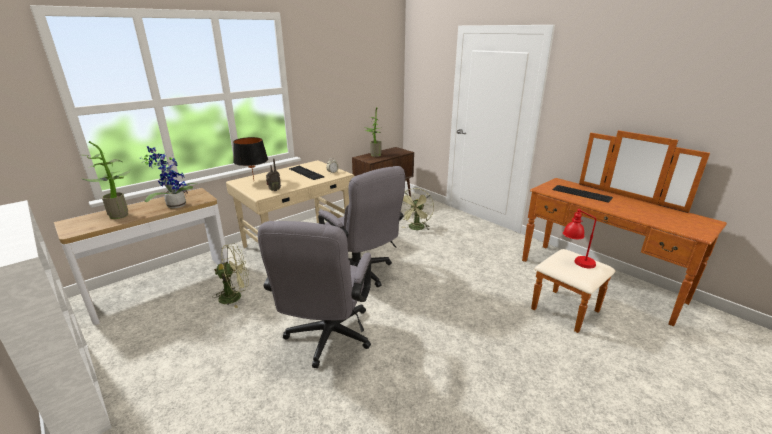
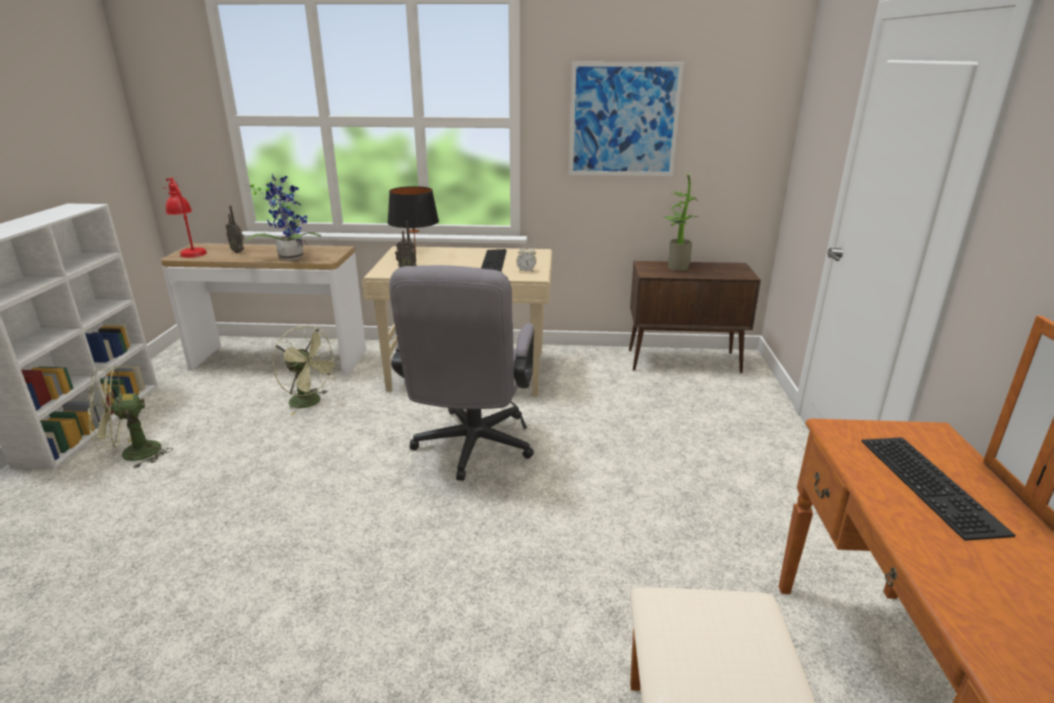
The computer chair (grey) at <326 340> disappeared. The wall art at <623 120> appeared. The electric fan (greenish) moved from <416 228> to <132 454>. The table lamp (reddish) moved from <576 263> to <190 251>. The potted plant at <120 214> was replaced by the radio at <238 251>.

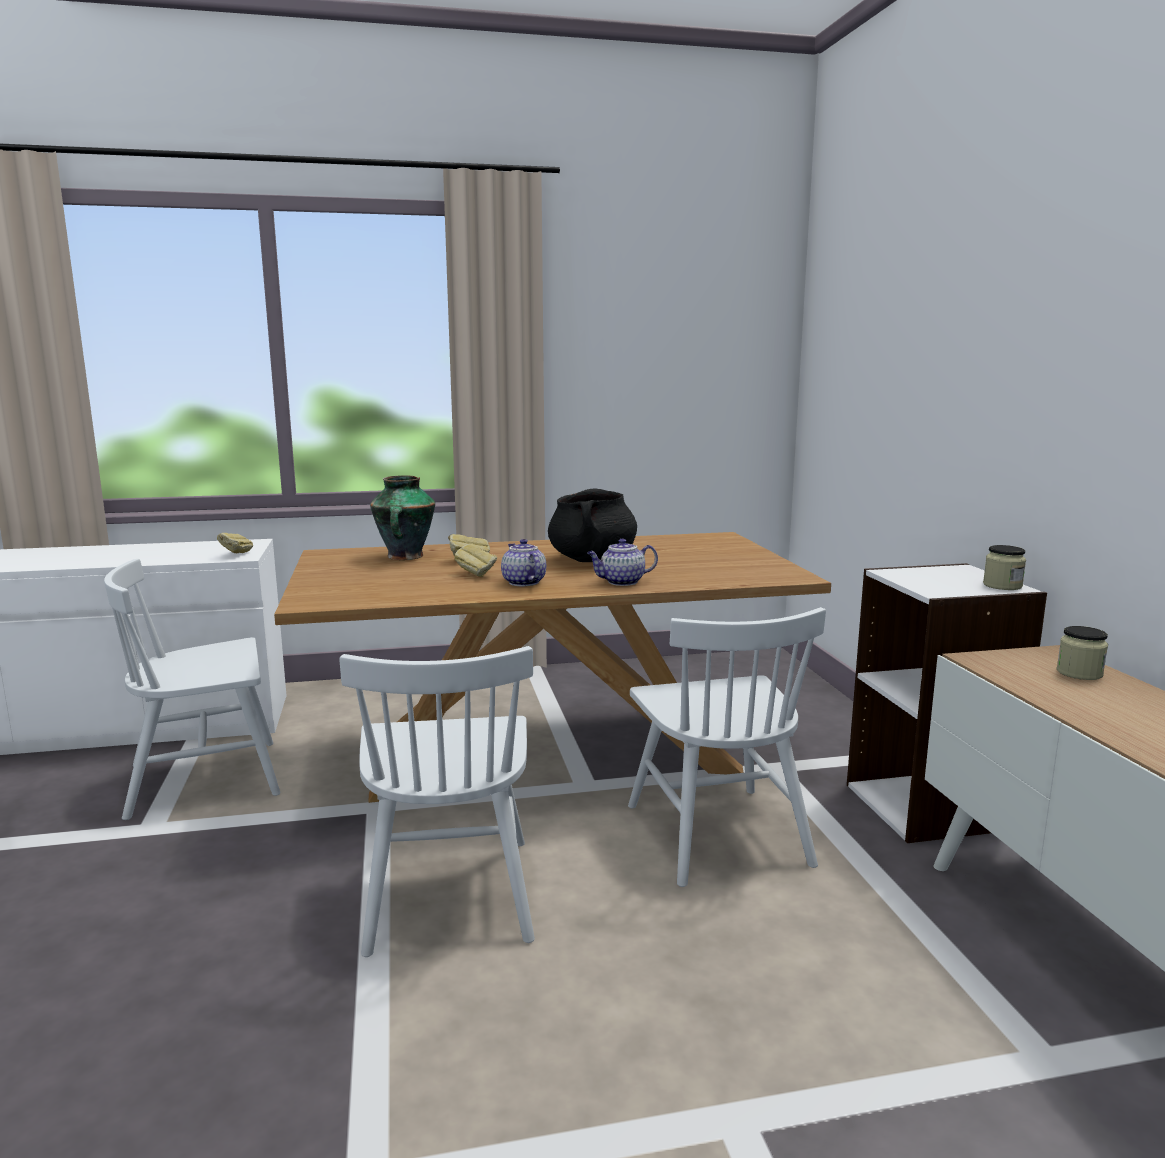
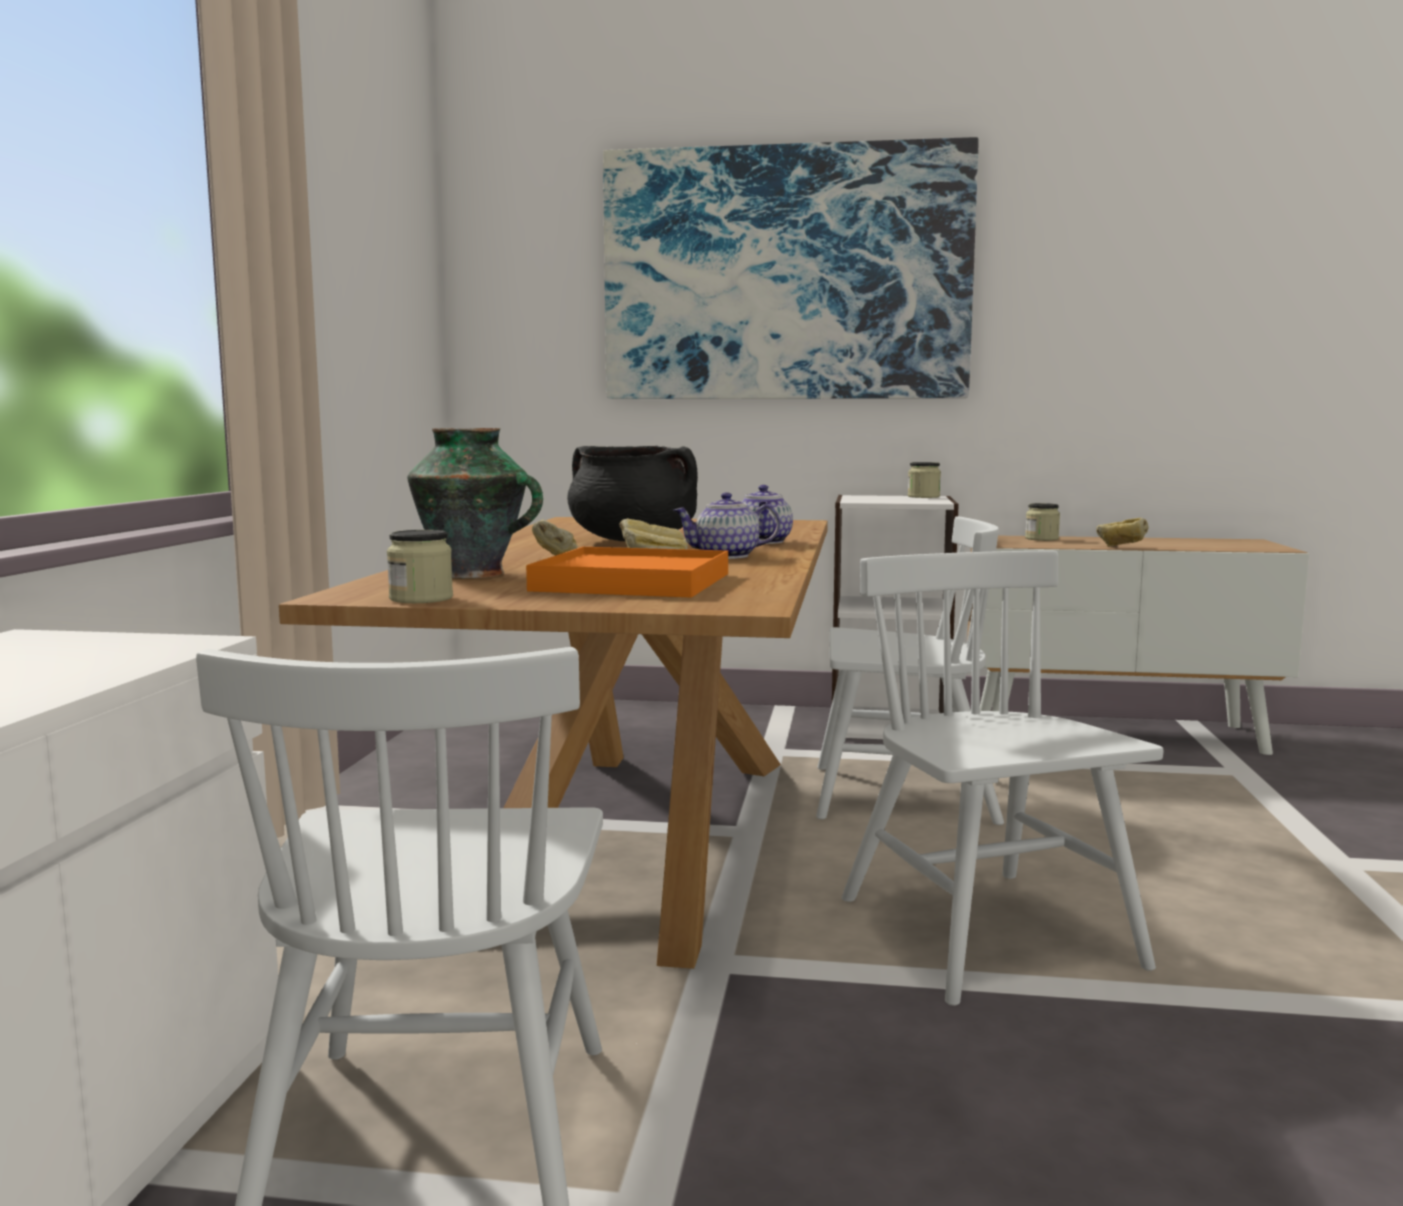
The storage jar at <421 598> appeared. The tray (orange-coloured) at <633 582> appeared. The wall art at <785 275> appeared. The bakery bread moved from <236 555> to <1121 547>. The upright chair (white) at <449 893> turned 120 degrees counterclockwise.

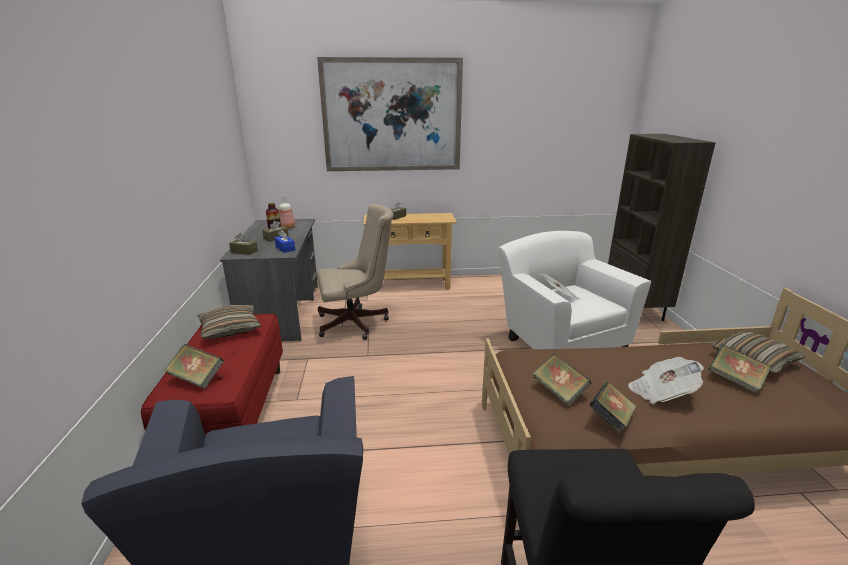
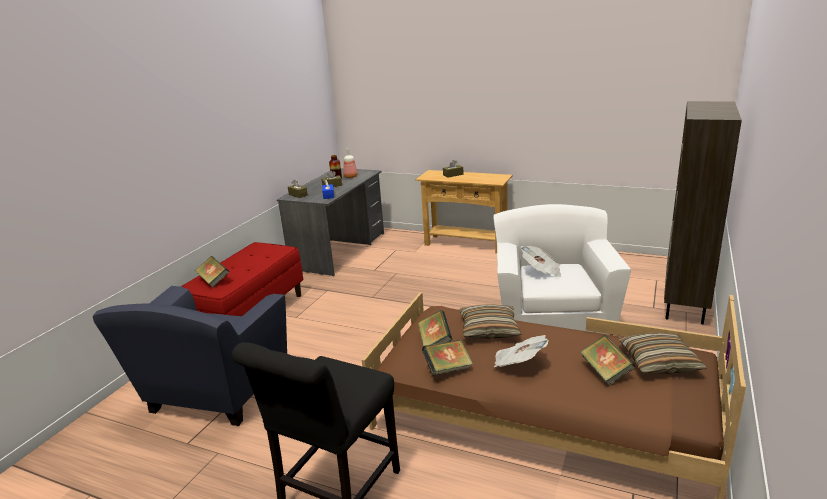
The wall art at <392 116> disappeared. The computer chair (beige-coloured) at <357 323> disappeared. The pillow moved from <230 328> to <489 329>.

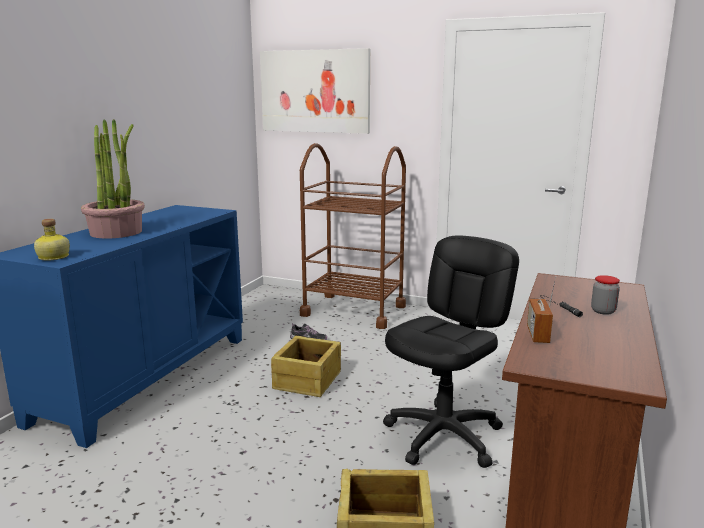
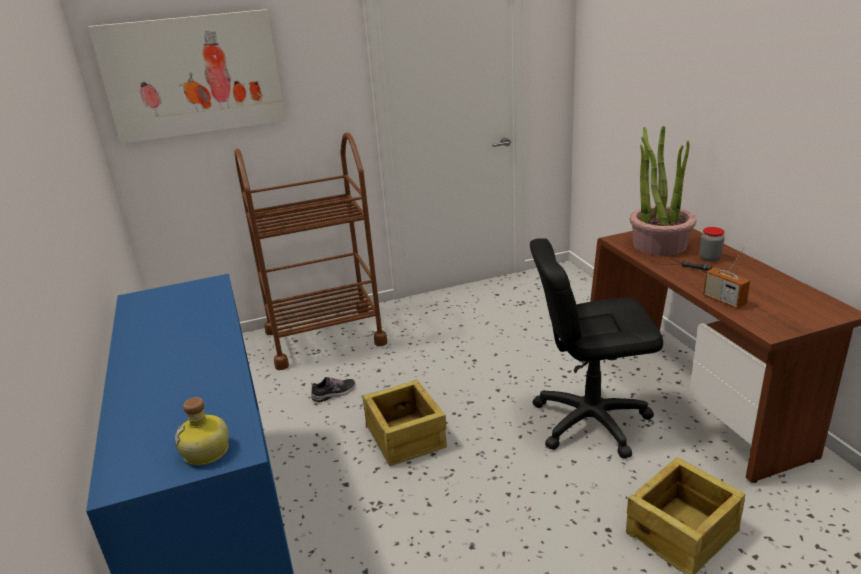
The potted plant moved from <116 232> to <659 244>. The computer chair (blackish) at <444 436> turned 90 degrees counterclockwise.

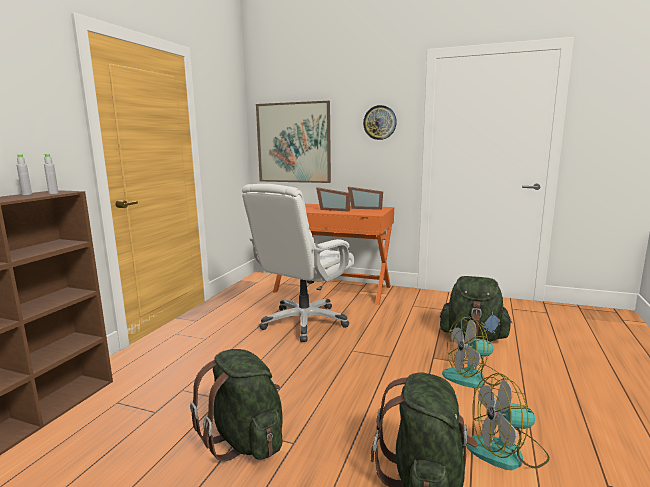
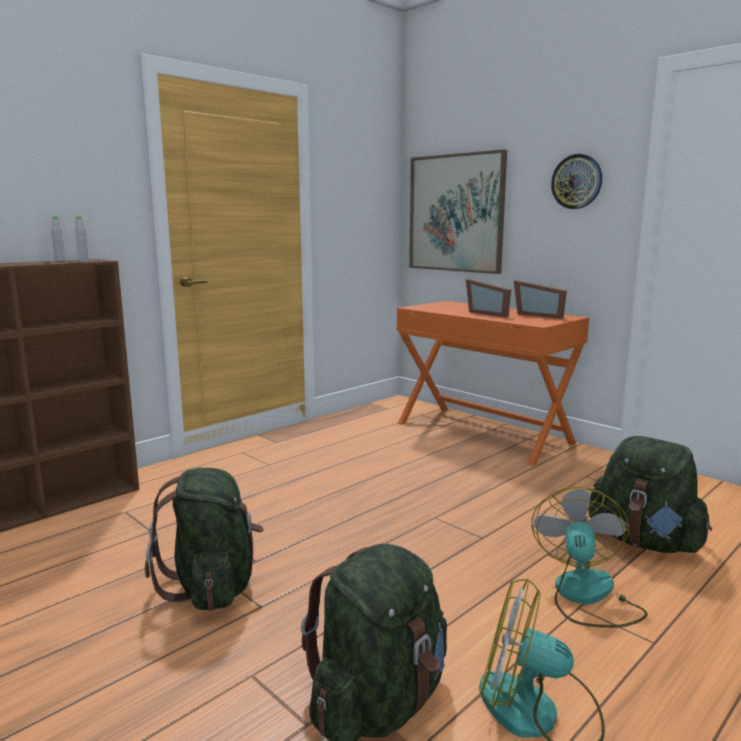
The computer chair (white) at <304 322> disappeared. The electric fan at <473 377> turned 90 degrees clockwise.

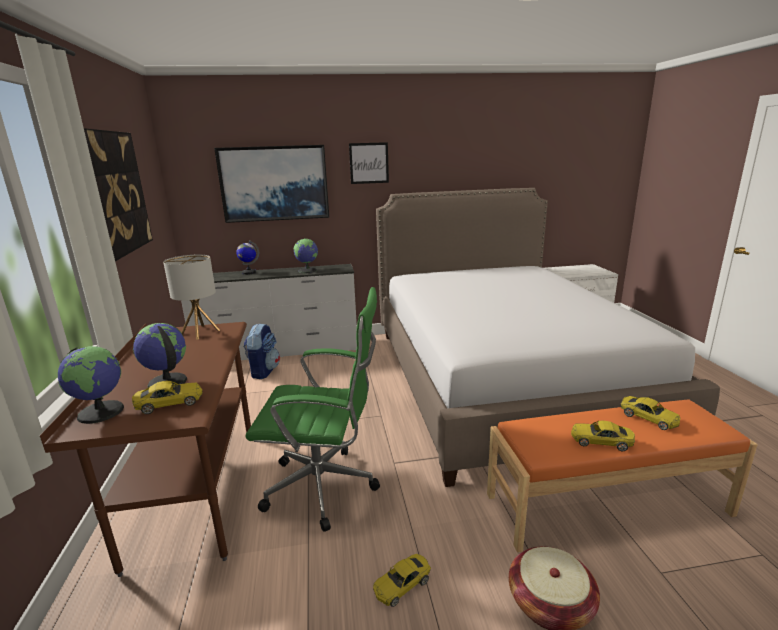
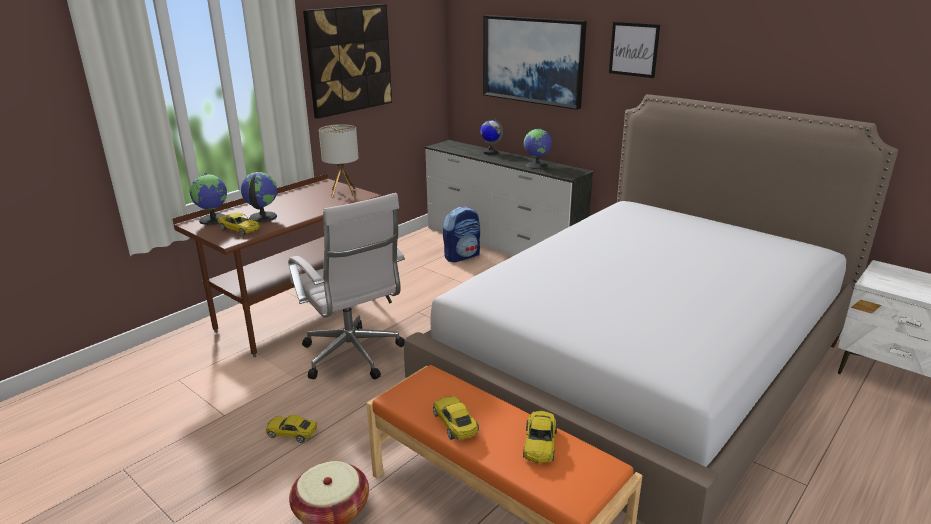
The computer chair (greenish) at <326 487> became the computer chair (white) at <354 357>.

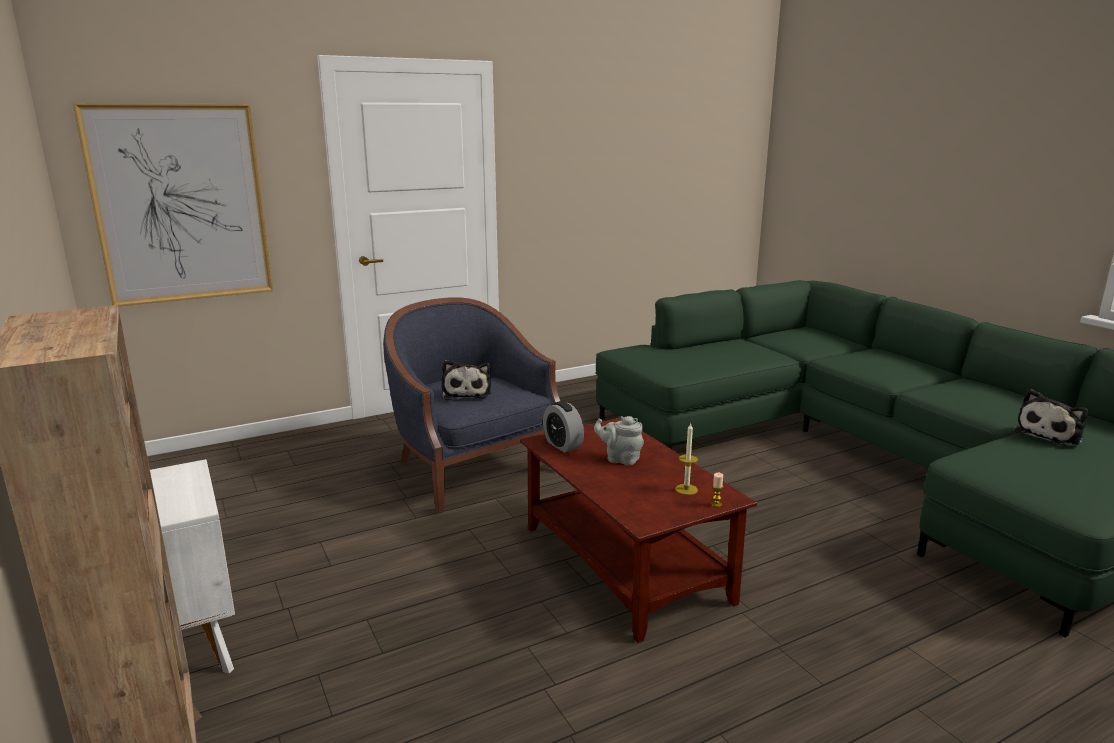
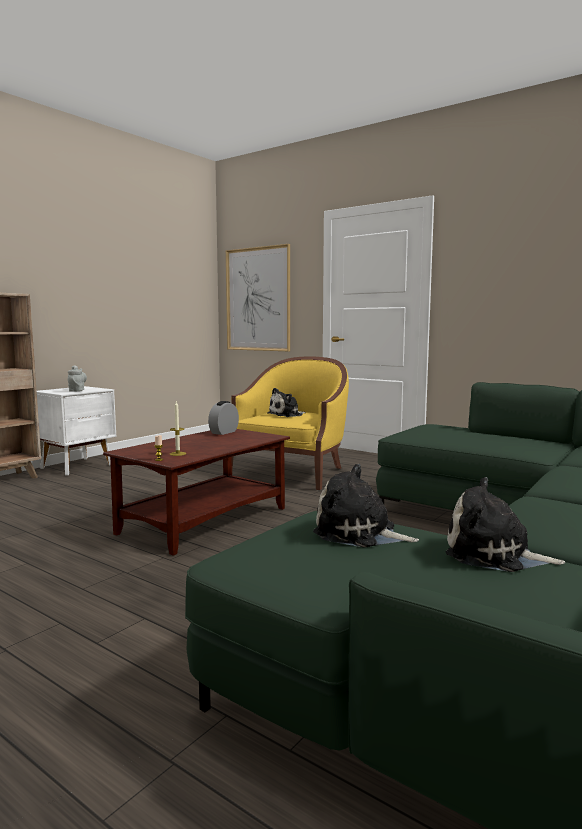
The cuddly toy at <359 533> appeared. The pot for tea (grey) moved from <620 459> to <77 390>. The easy chair (bluish) at <473 469> became the easy chair (yellow) at <292 473>.

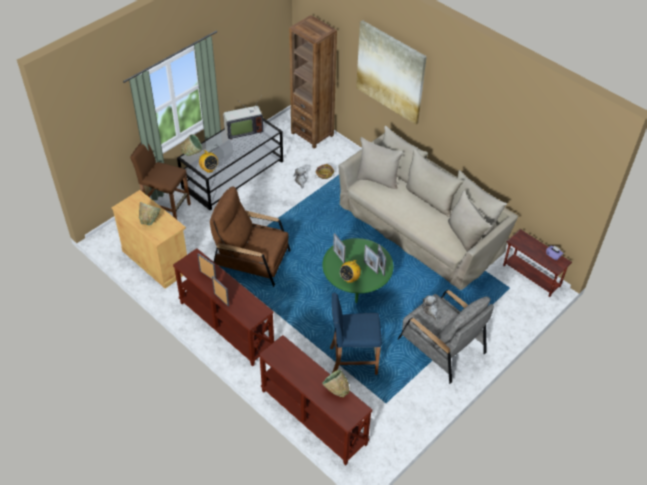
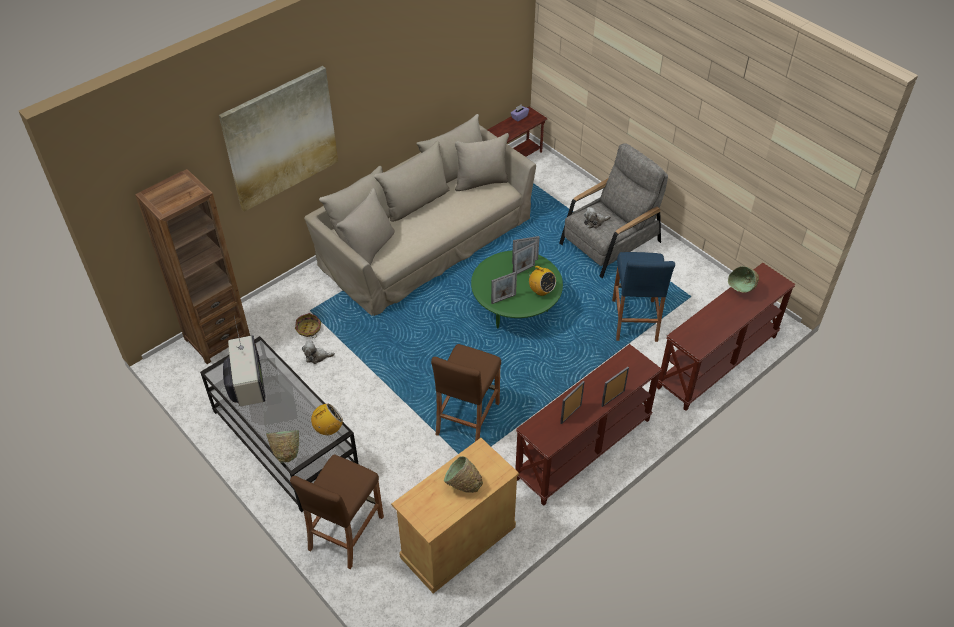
The easy chair (brownish) at <251 260> was replaced by the stool seat (brownish) at <467 418>.

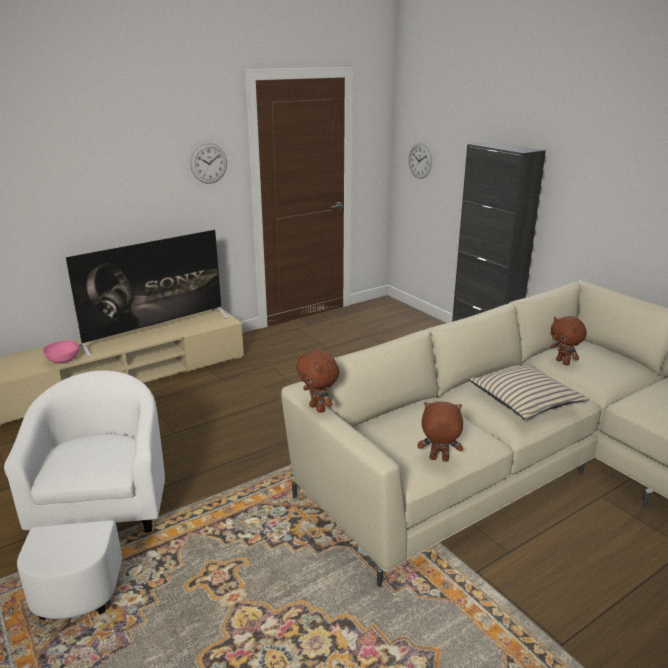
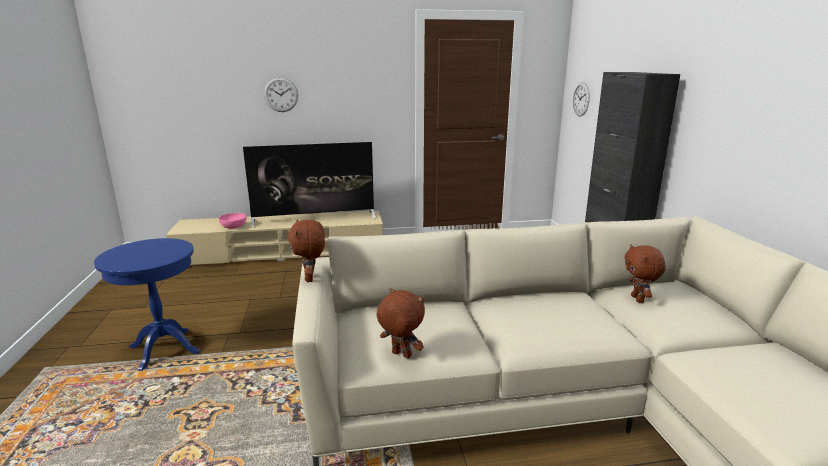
The pillow (beige-coloured) at <525 400> disappeared. The hanging clock moved from <209 163> to <281 94>. The easy chair (white) at <99 527> was replaced by the accent table (bluish) at <164 349>.

